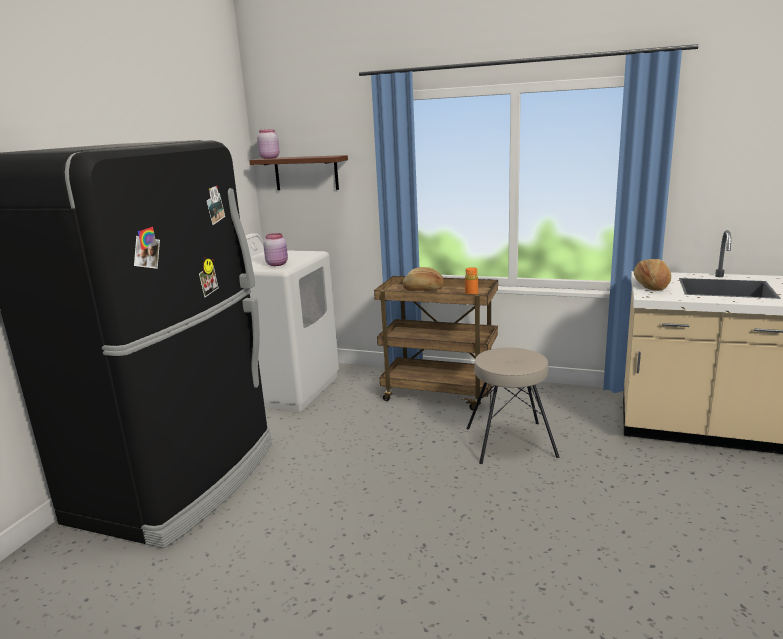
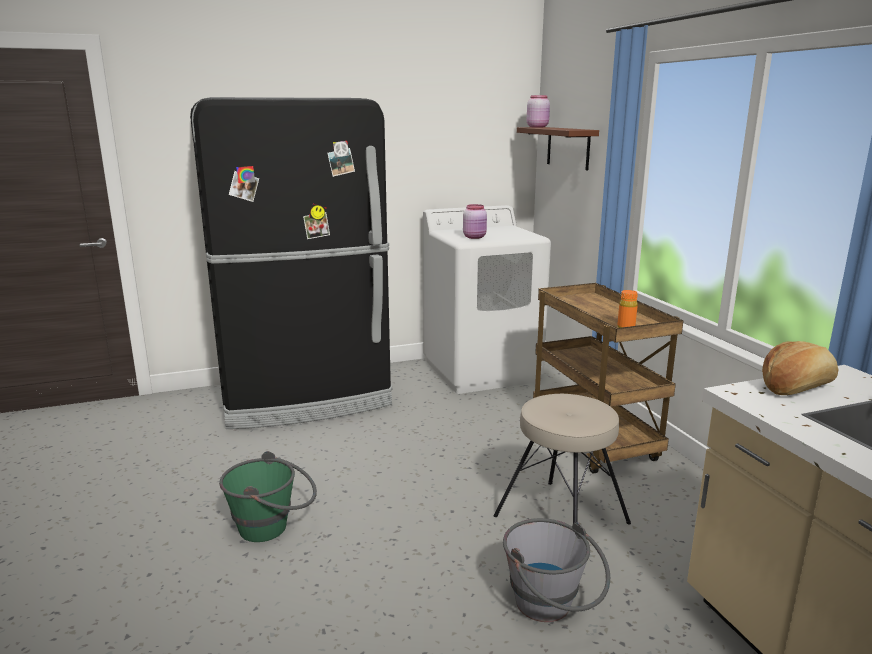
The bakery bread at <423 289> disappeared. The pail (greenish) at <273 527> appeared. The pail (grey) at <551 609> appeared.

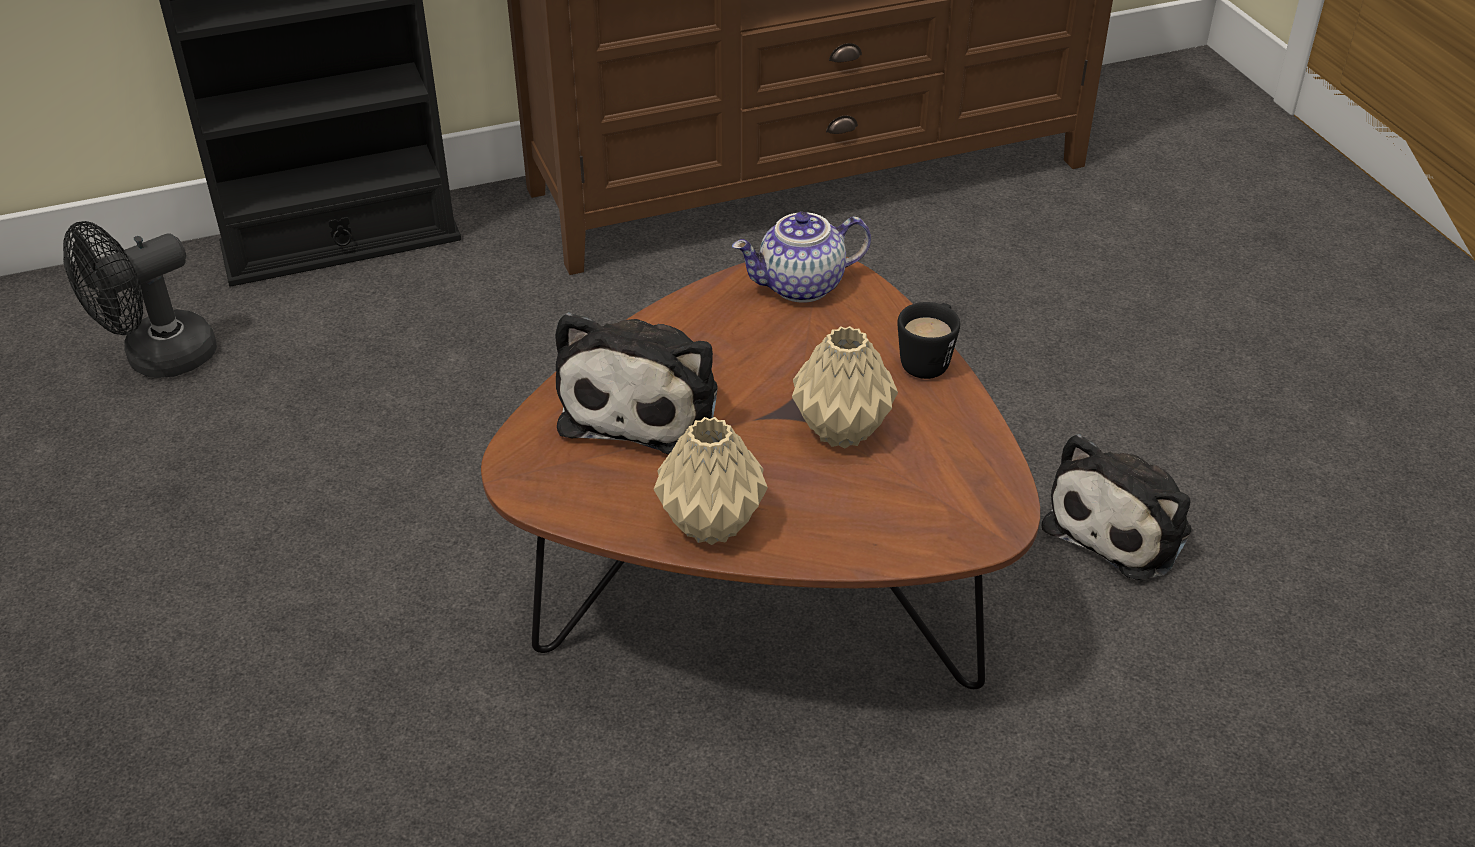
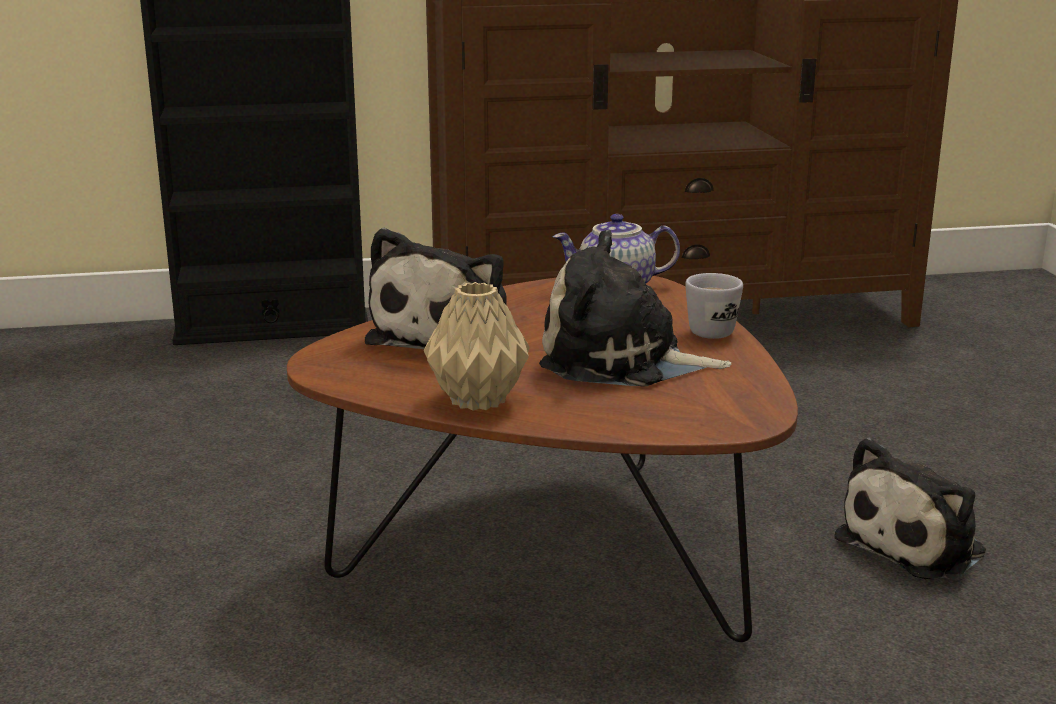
The electric fan (blackish) at <158 359> disappeared. The vase (beige-coloured) at <842 432> was replaced by the cuddly toy at <621 361>. The tea mug (blackish) at <928 360> became the tea mug (white) at <716 330>.

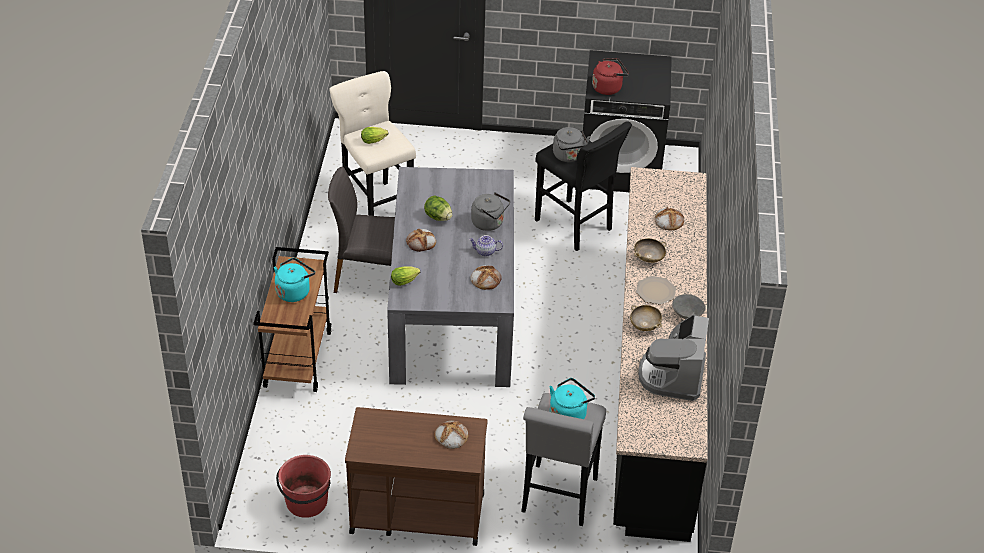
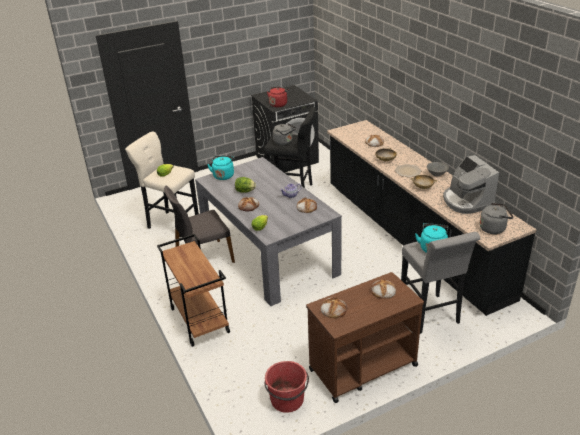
The bakery bread at <333 309> appeared. The kettle (turquoise) moved from <294 291> to <223 175>. The kettle (grey) moved from <489 223> to <494 228>.

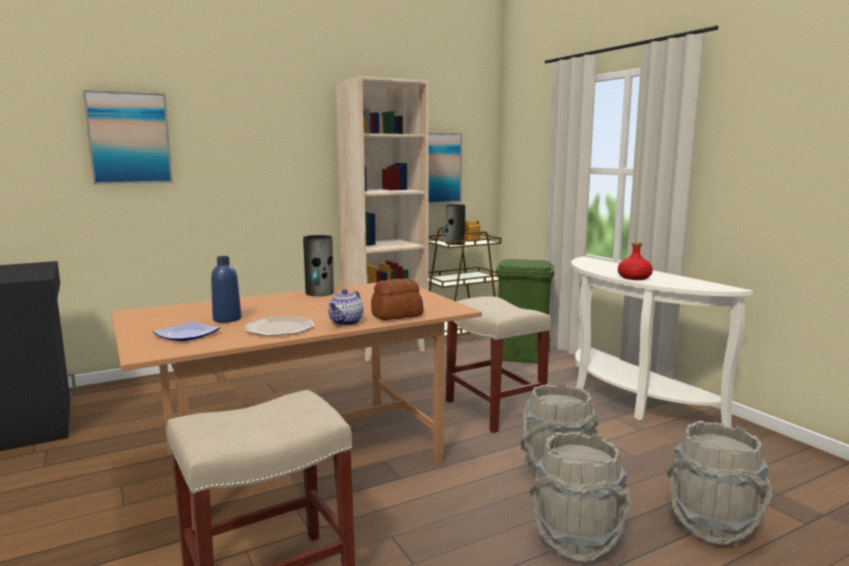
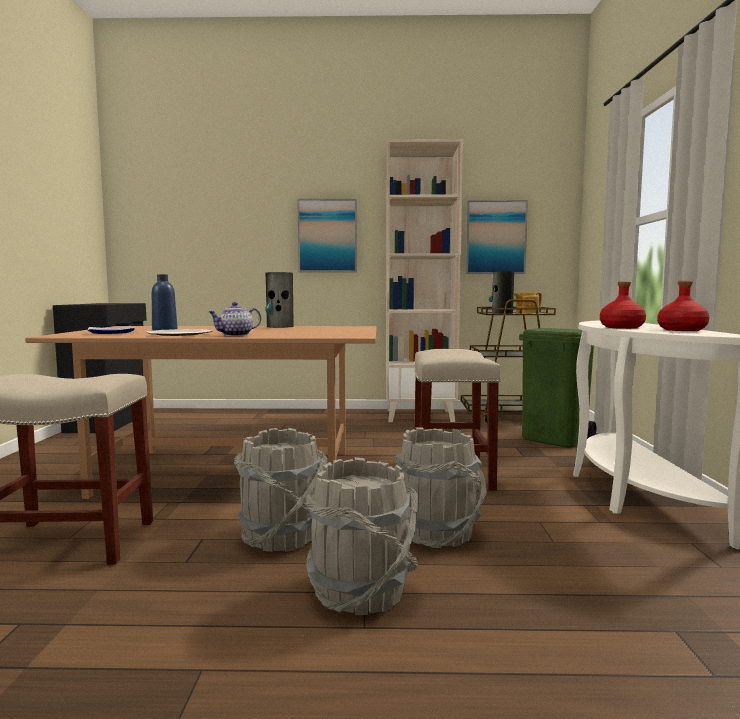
The bakery bread at <396 315> disappeared. The drink bottle (reddish) at <682 330> appeared. The wall art moved from <129 138> to <327 236>. The pail (grey) moved from <713 525> to <282 536>.

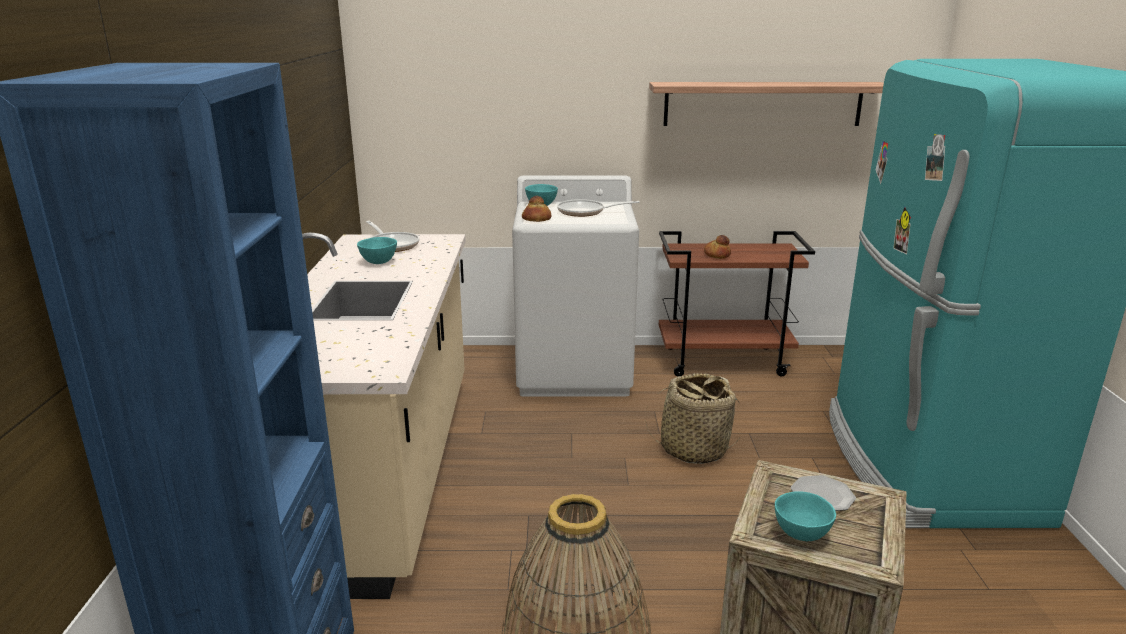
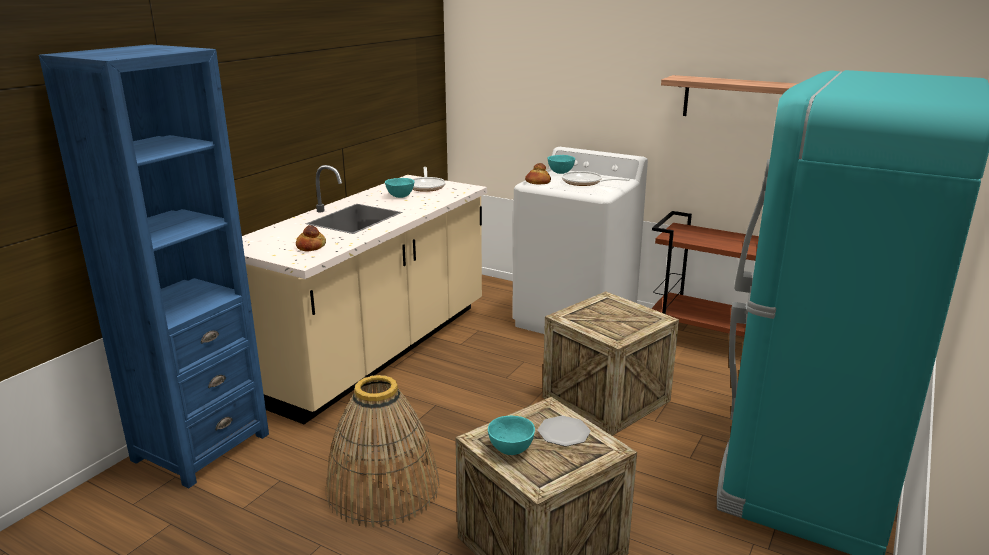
The bakery bread moved from <717 255> to <311 247>. The basket at <693 449> was replaced by the packing crate at <606 399>.

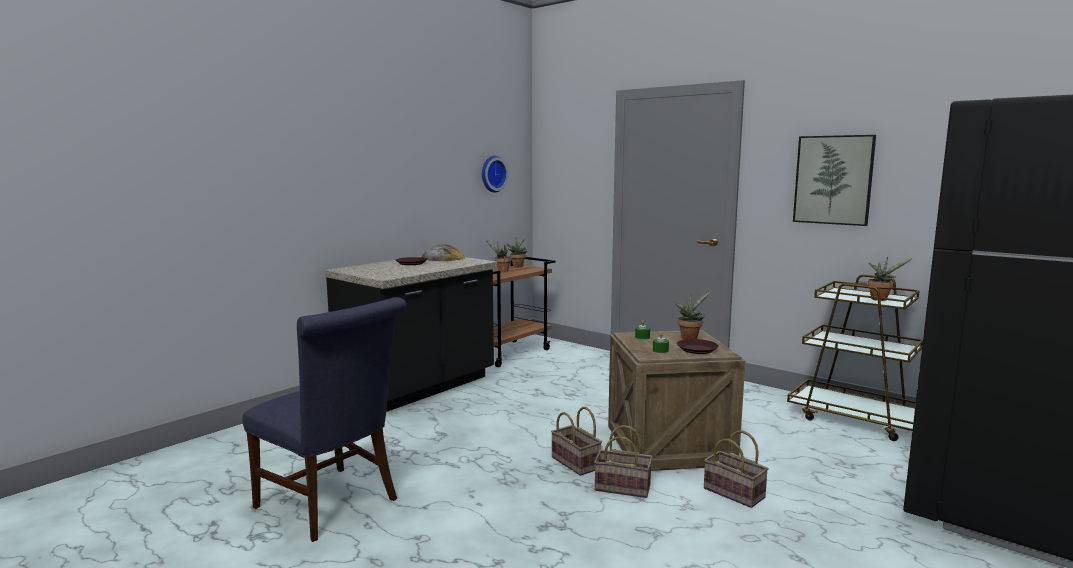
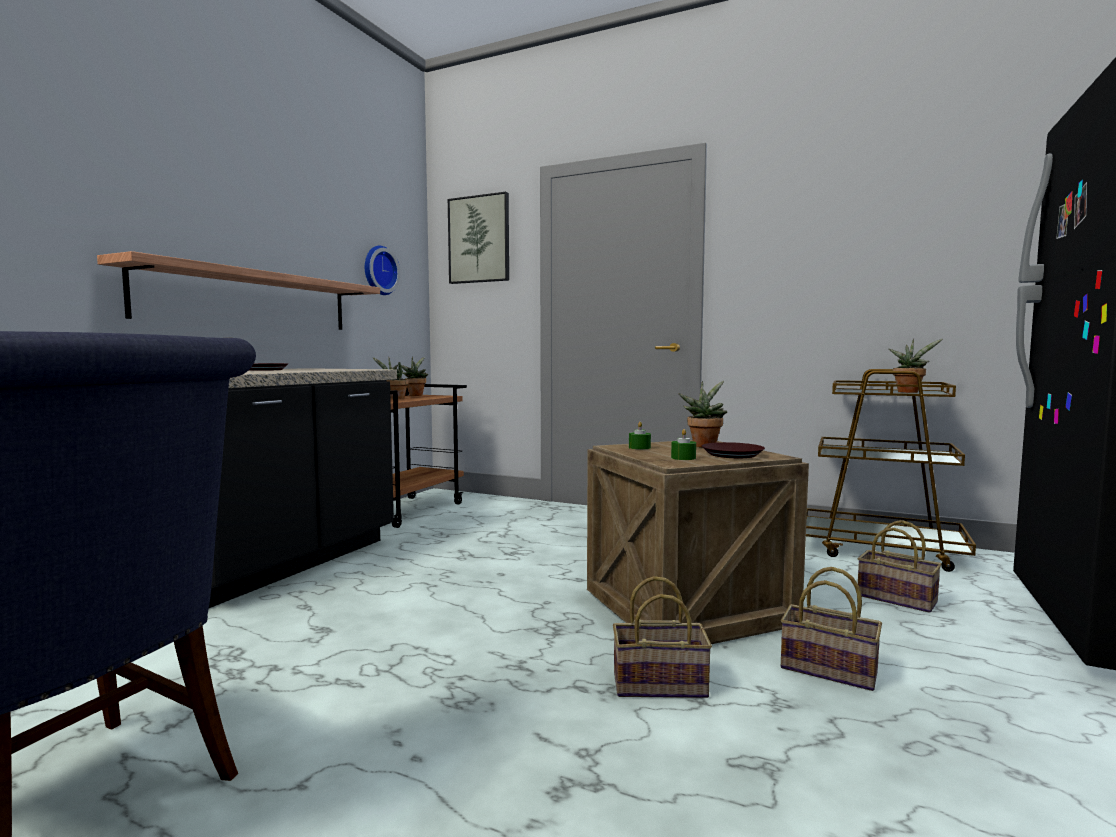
The bakery bread at <442 258> disappeared. The shelf at <251 300> appeared. The basket moved from <577 463> to <899 599>. The wall art moved from <833 180> to <479 239>.

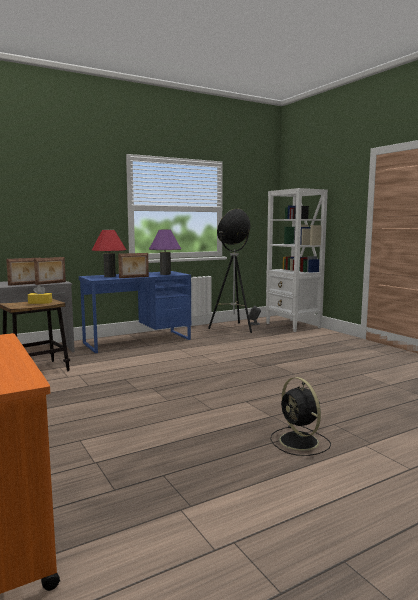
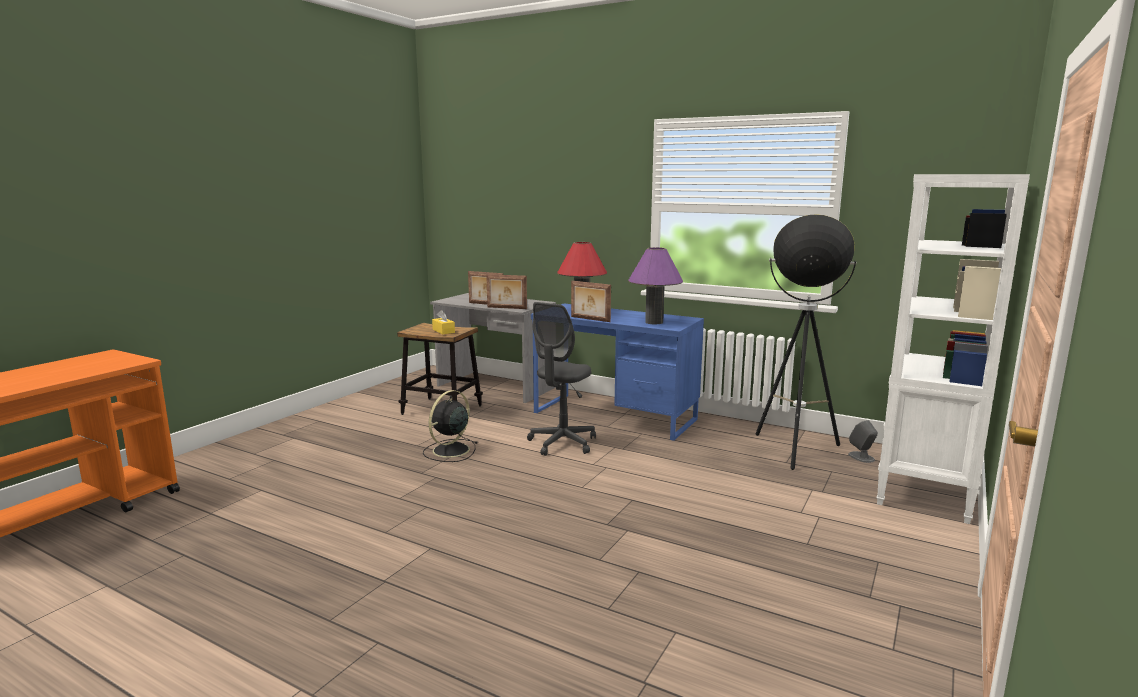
The computer chair (grey) at <562 443> appeared. The electric fan (blackish) moved from <300 442> to <450 451>.

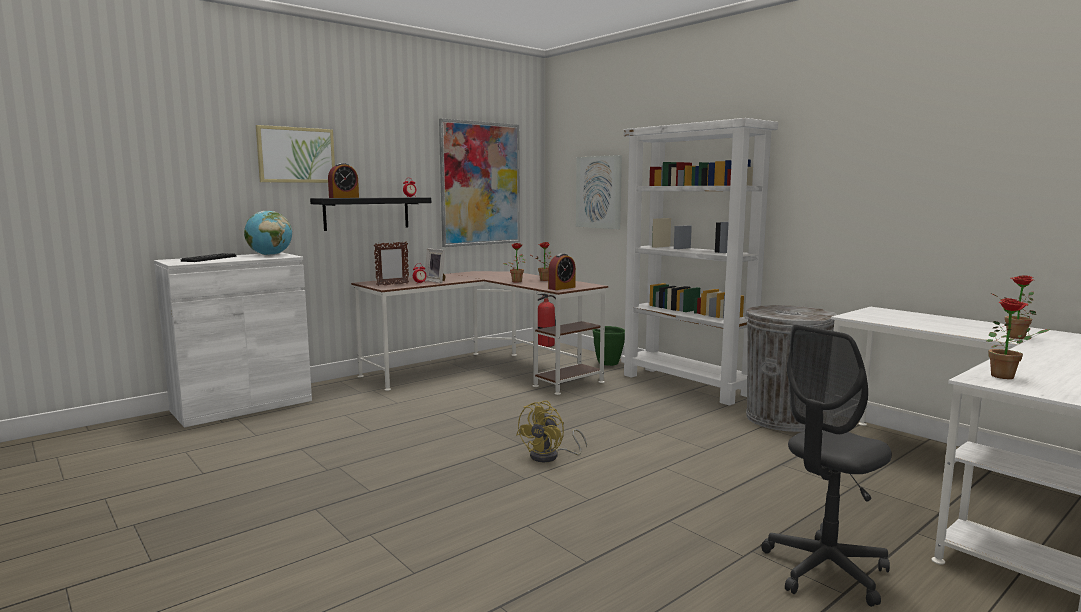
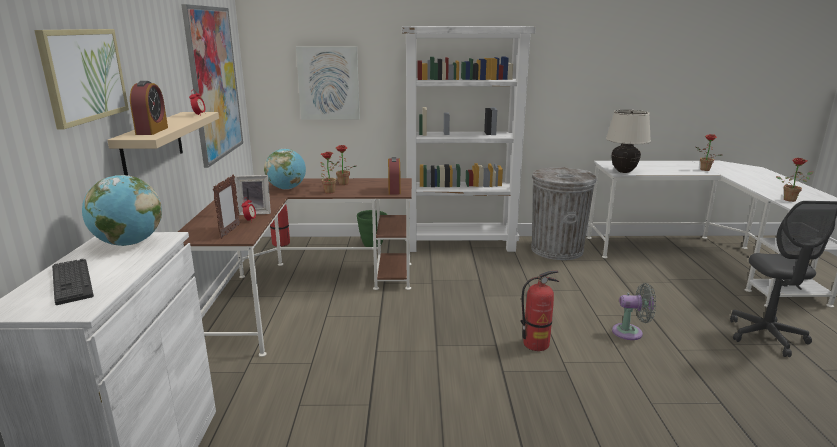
The world globe at <287 188> appeared. The table lamp (beige-coloured) at <623 171> appeared. The electric fan (grey) at <630 332> appeared. The electric fan (yellow) at <550 456> was replaced by the fire extinguisher at <536 344>. The shelf (blackish) at <367 213> became the shelf (beige-coloured) at <153 145>.

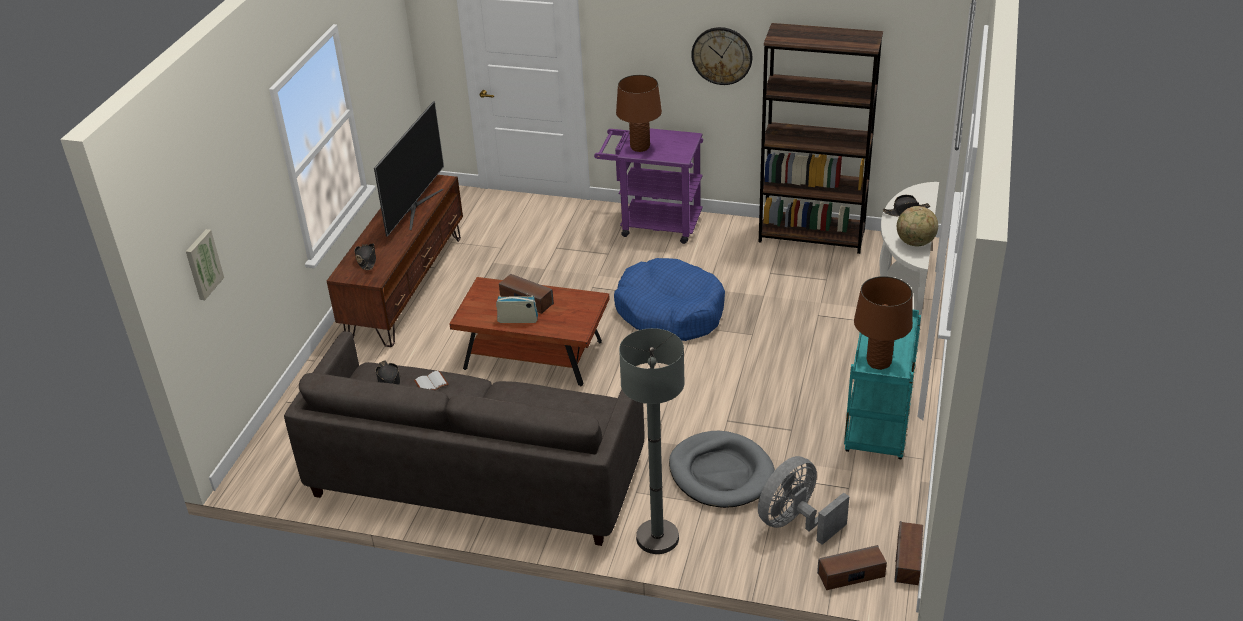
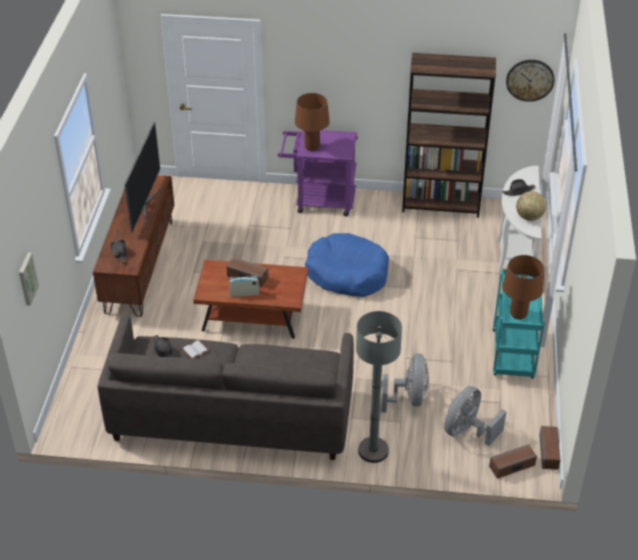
The hanging clock moved from <722 55> to <530 80>. The dog cushion (grey) at <721 473> was replaced by the electric fan (grey) at <409 398>.

